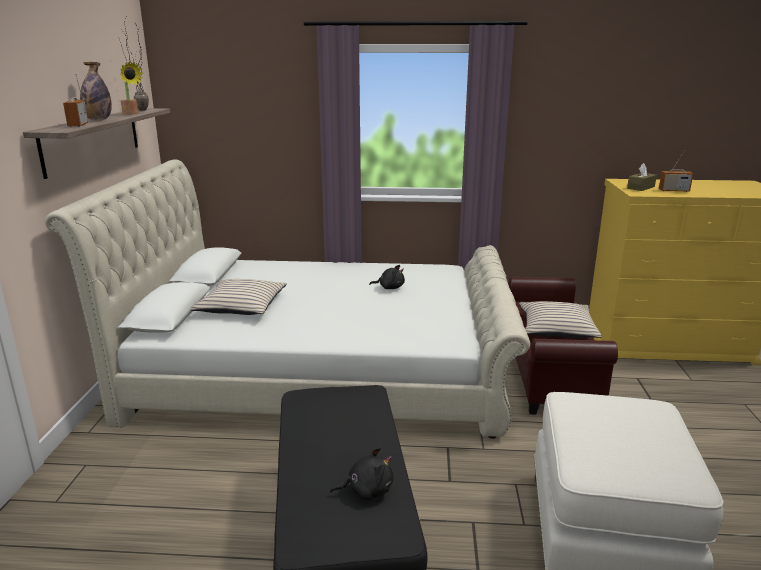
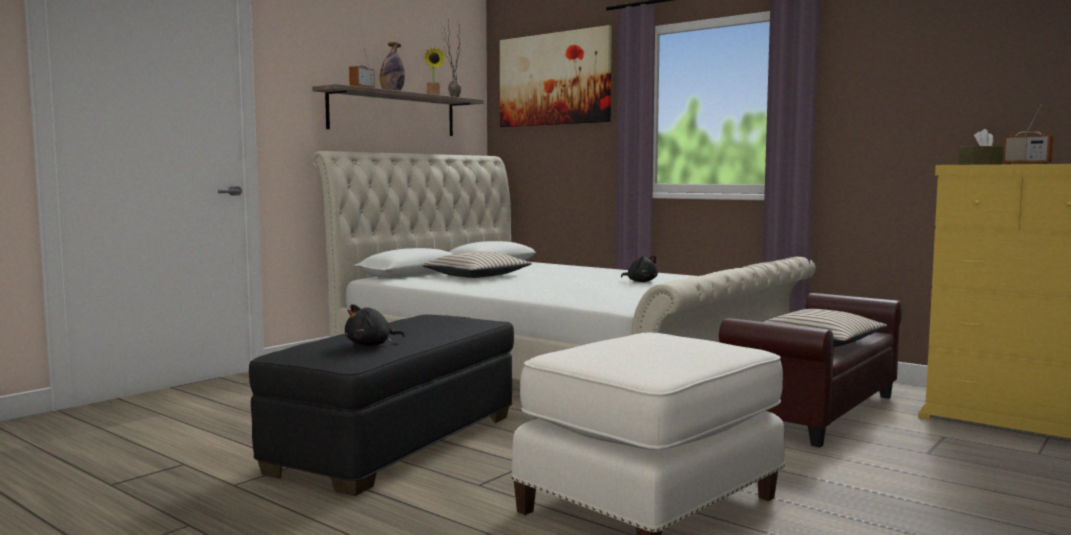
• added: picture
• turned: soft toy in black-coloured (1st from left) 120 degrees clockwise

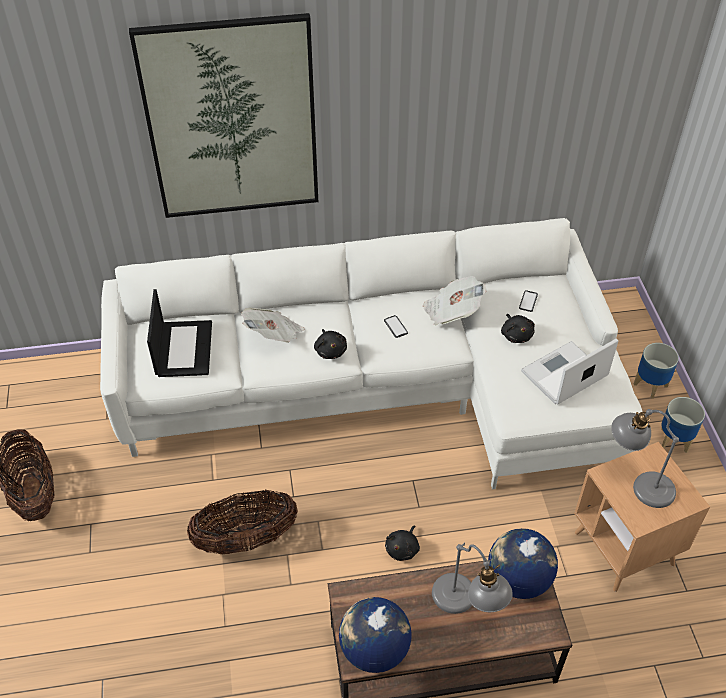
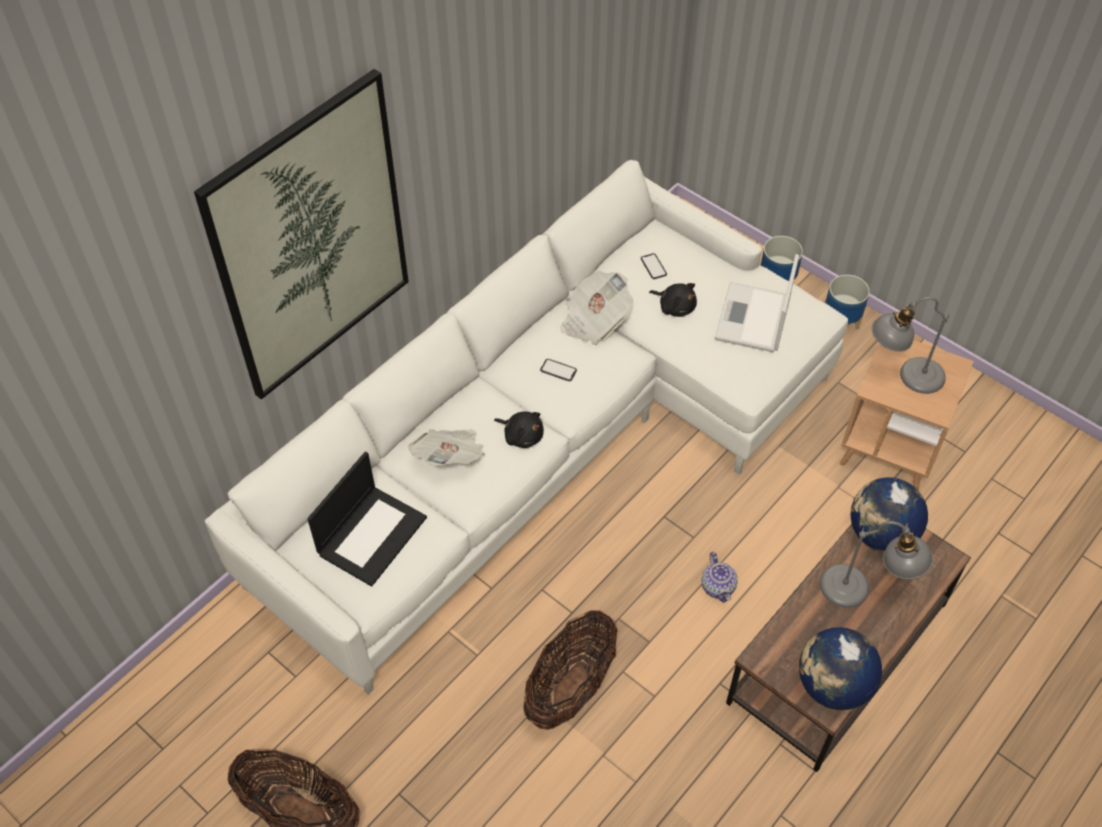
• replaced: soft toy in black-coloured (2nd from left) to tea pot
• turned: portable computer (1st from left) 75 degrees clockwise

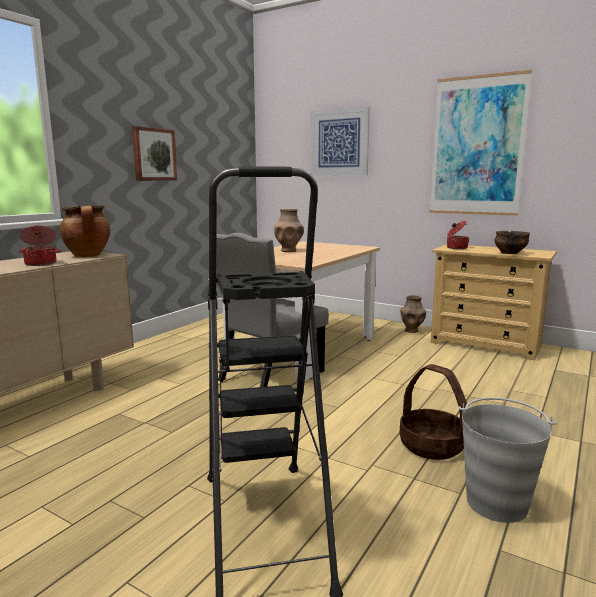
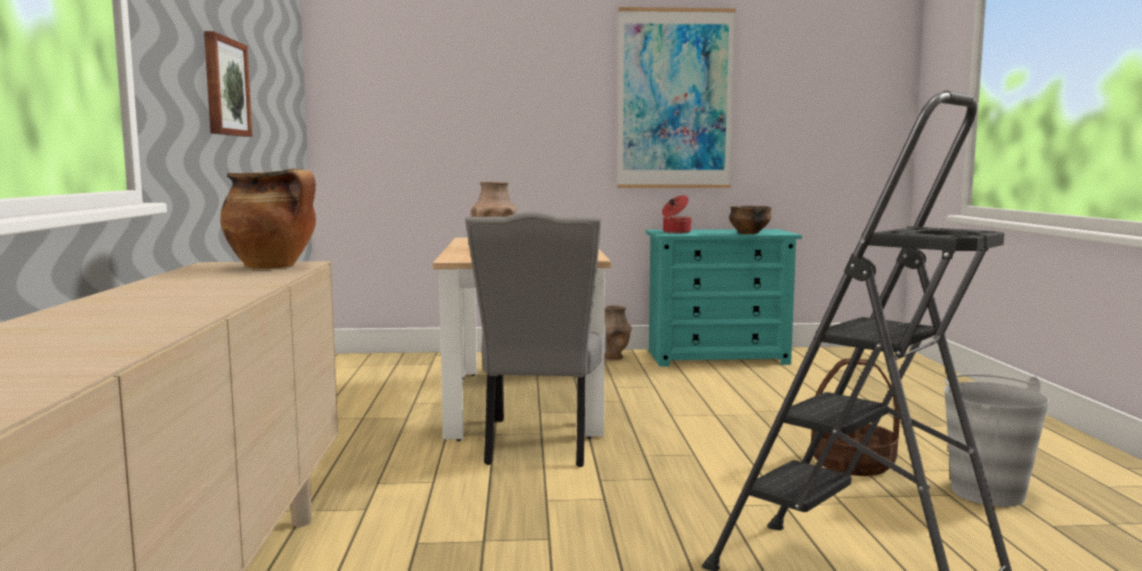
• removed: stockpot (1st from left)
• removed: picture (2nd from left)
• recoloured: drawer chest in sand-coloured to drawer chest in turquoise

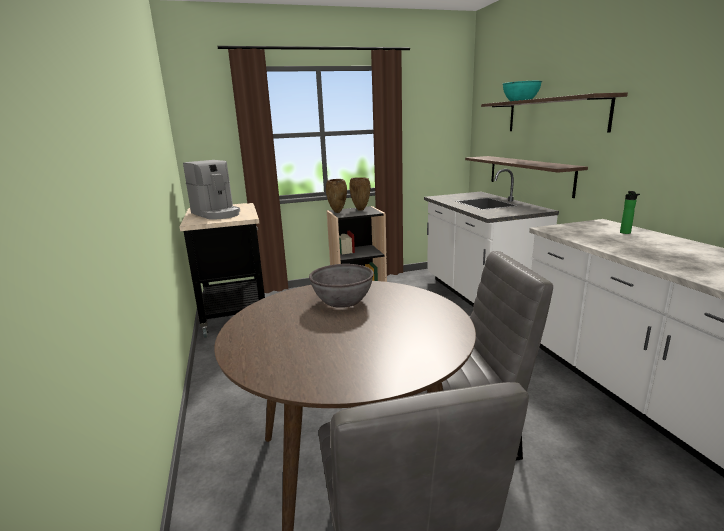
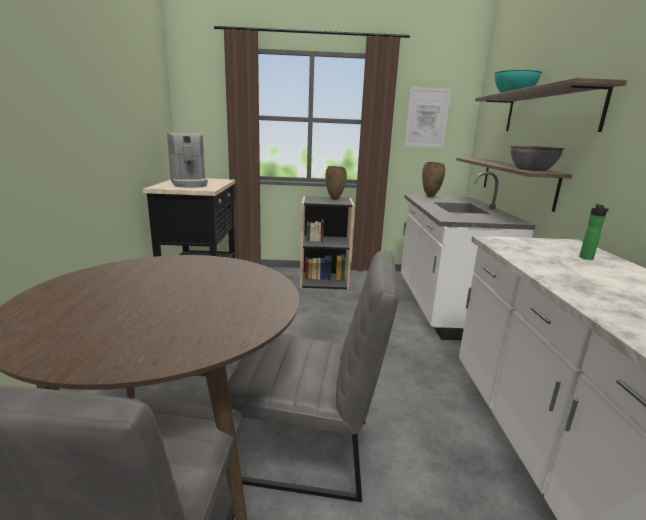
• added: picture
• moved: deep dish in grey
• moved: decorative vase in brown (1st from left in the first image) to decorative vase in brown (2nd from left)

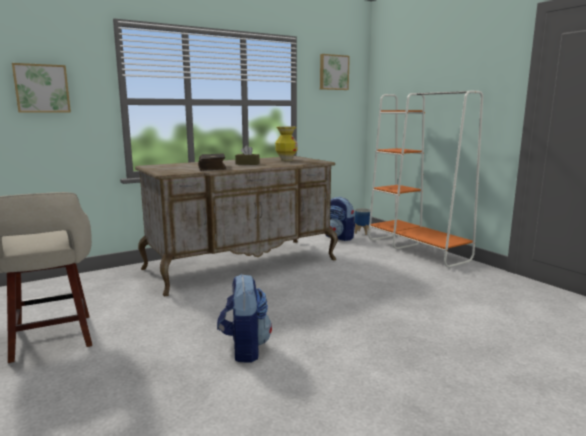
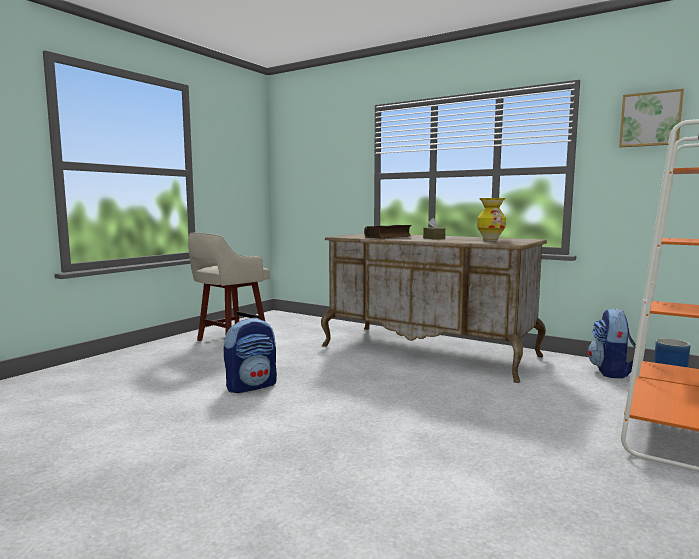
• removed: picture (1st from left)

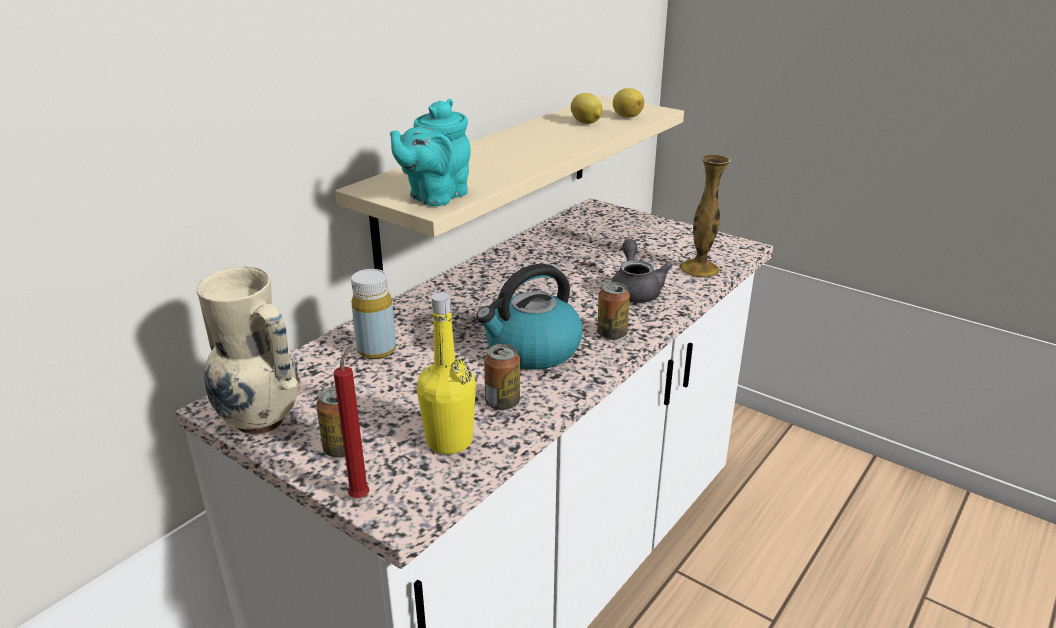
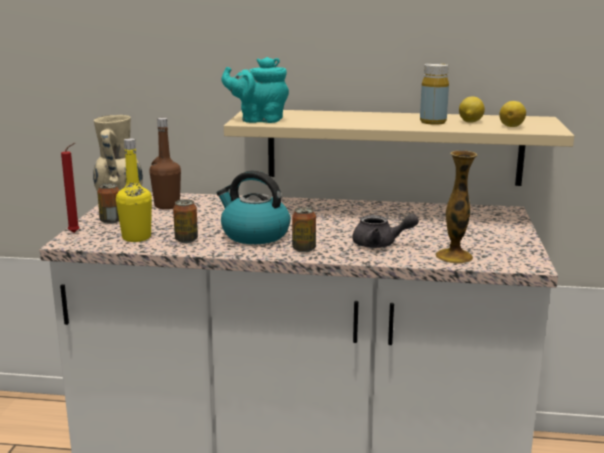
• added: drink bottle in brown
• moved: drink bottle in yellowish (1st from left in the first image) to drink bottle in yellowish (2nd from left)
• turned: tea pot in grey 45 degrees clockwise

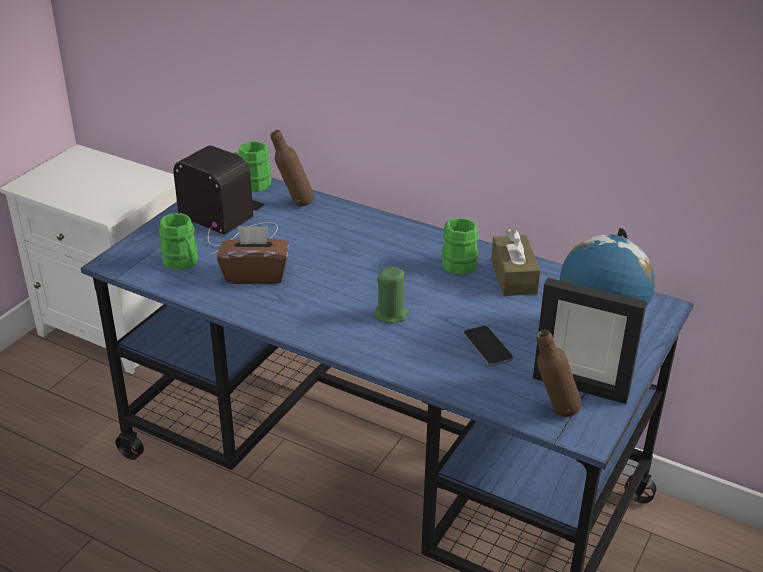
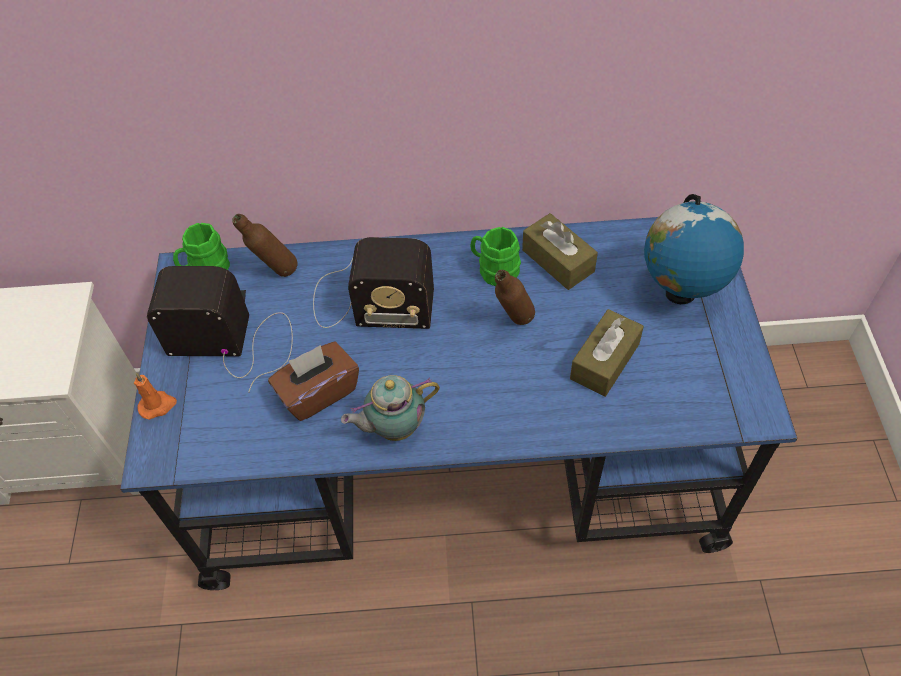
• removed: tea mug in green-coloured (1st from left)
• removed: wax candle in green-coloured
• removed: photo frame
• added: wax candle in orange-coloured
• added: radio set (2nd from left)
• added: tea pot
• moved: drink bottle in brown (2nd from left)
• replaced: telephone to tissue box in brown (3rd from left)

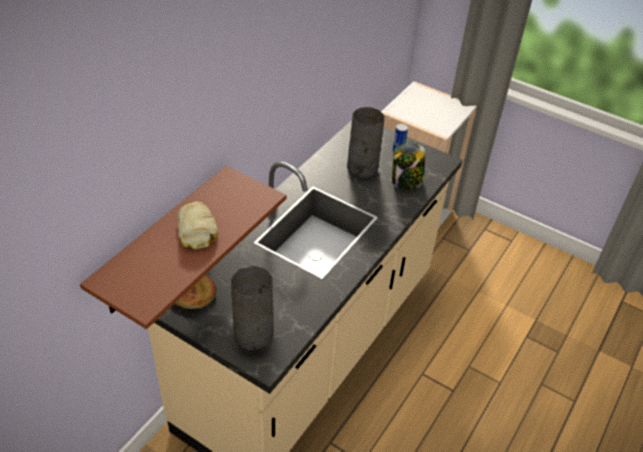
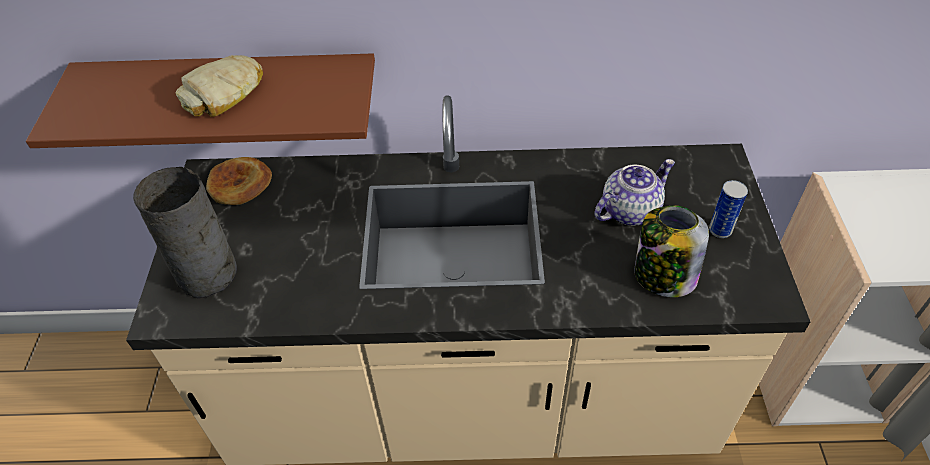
• replaced: decorative vase in grey (2nd from left) to tea pot

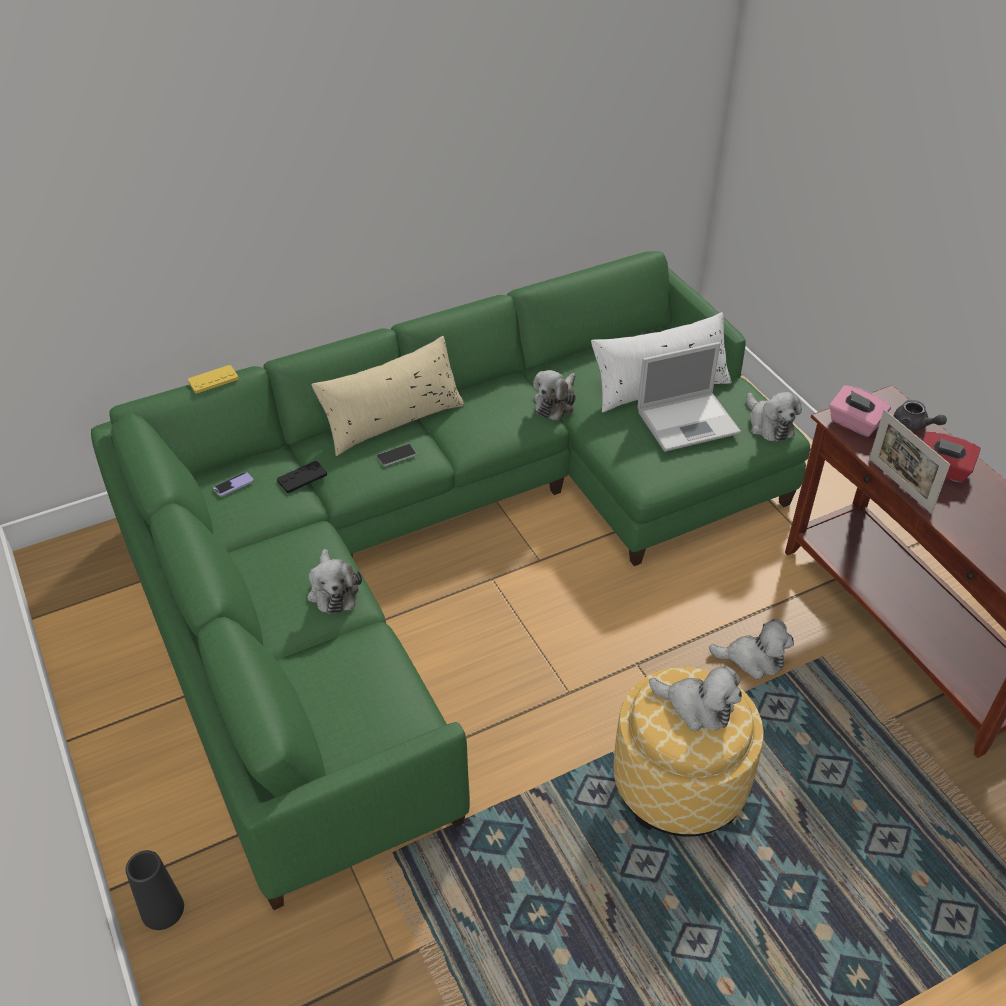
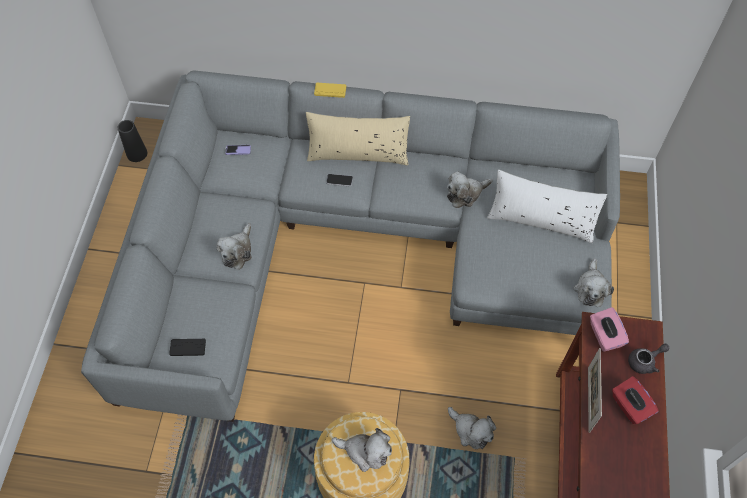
• removed: portable computer
• moved: decorative vase in black-coloured
• moved: joypad in yellowish
• moved: joypad in black-coloured
• recoloured: sofa in green-coloured to sofa in grey
• turned: soft toy (3rd from left in the first image) 45 degrees counterclockwise
• turned: tea pot in grey 105 degrees counterclockwise

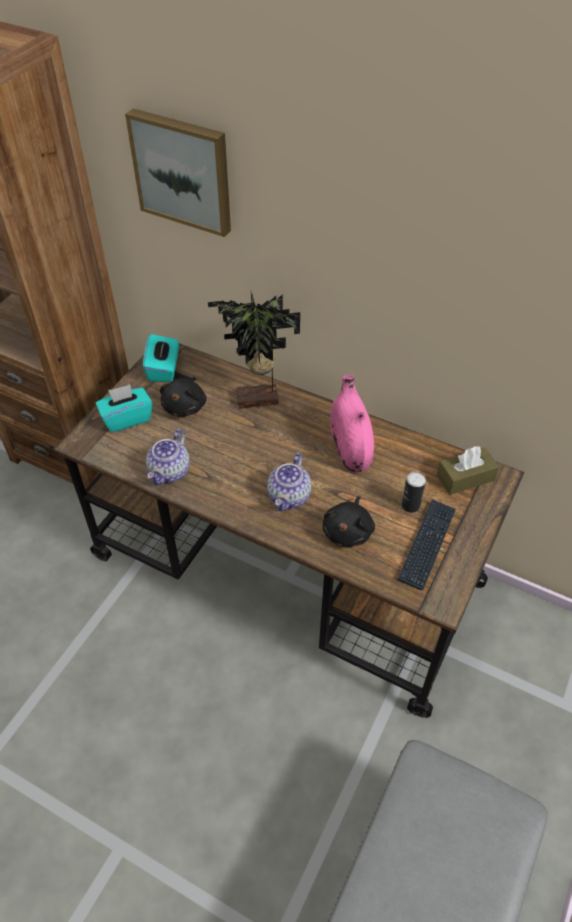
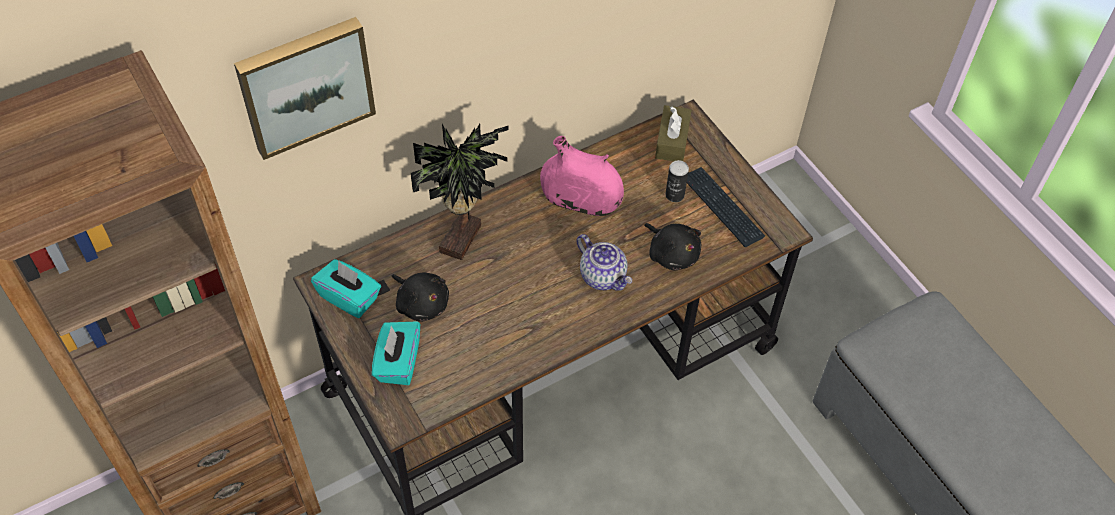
• removed: tea pot (1st from left)

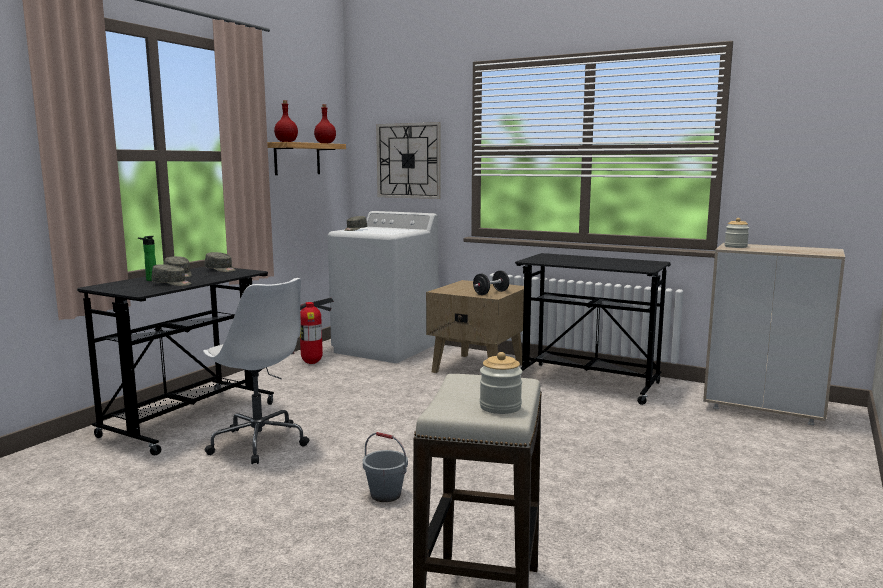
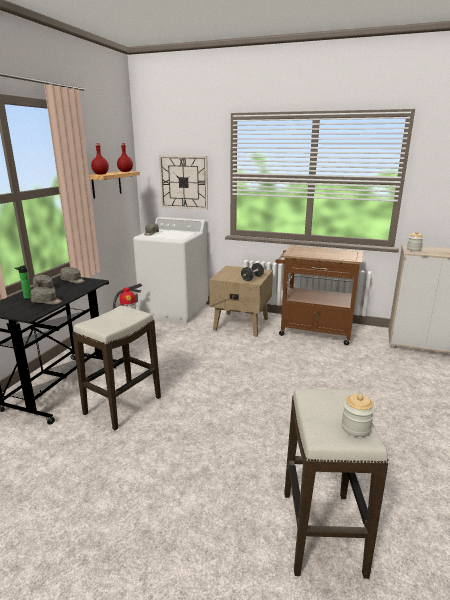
• removed: bucket in grey
• replaced: office chair in whitish to stool seat (1st from left)
• replaced: desk unit in black-coloured (2nd from left) to trolley in brown

